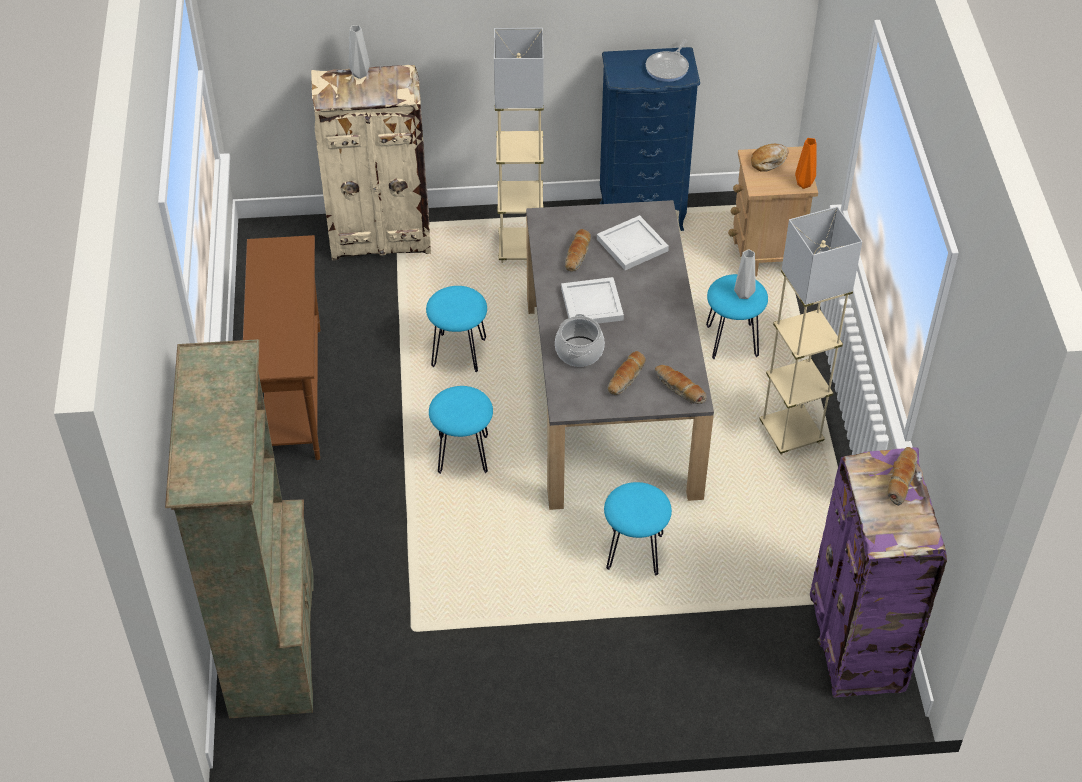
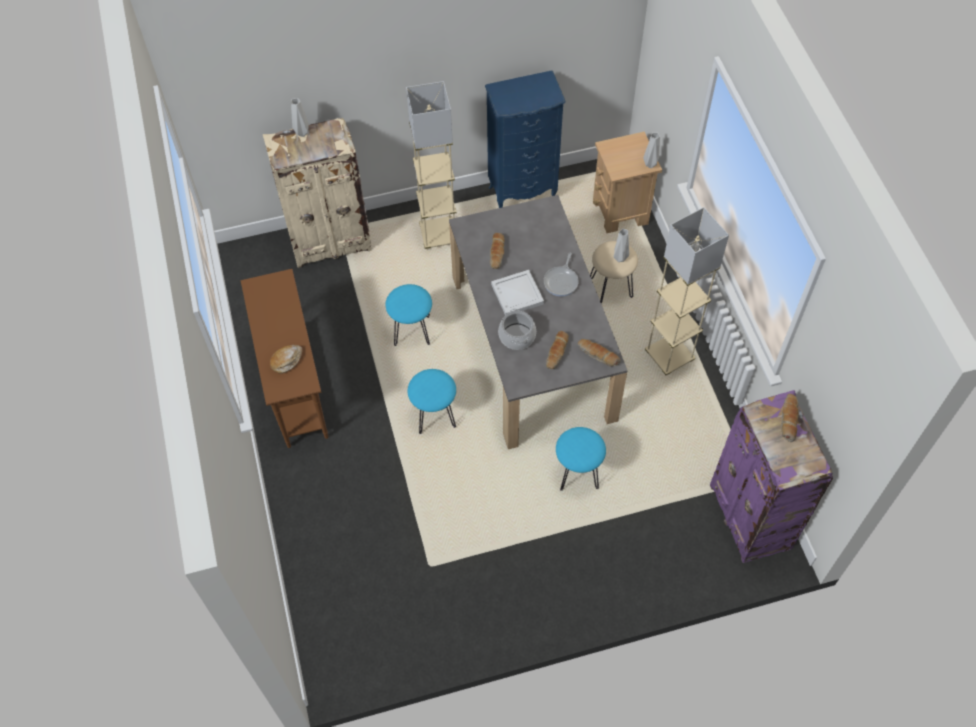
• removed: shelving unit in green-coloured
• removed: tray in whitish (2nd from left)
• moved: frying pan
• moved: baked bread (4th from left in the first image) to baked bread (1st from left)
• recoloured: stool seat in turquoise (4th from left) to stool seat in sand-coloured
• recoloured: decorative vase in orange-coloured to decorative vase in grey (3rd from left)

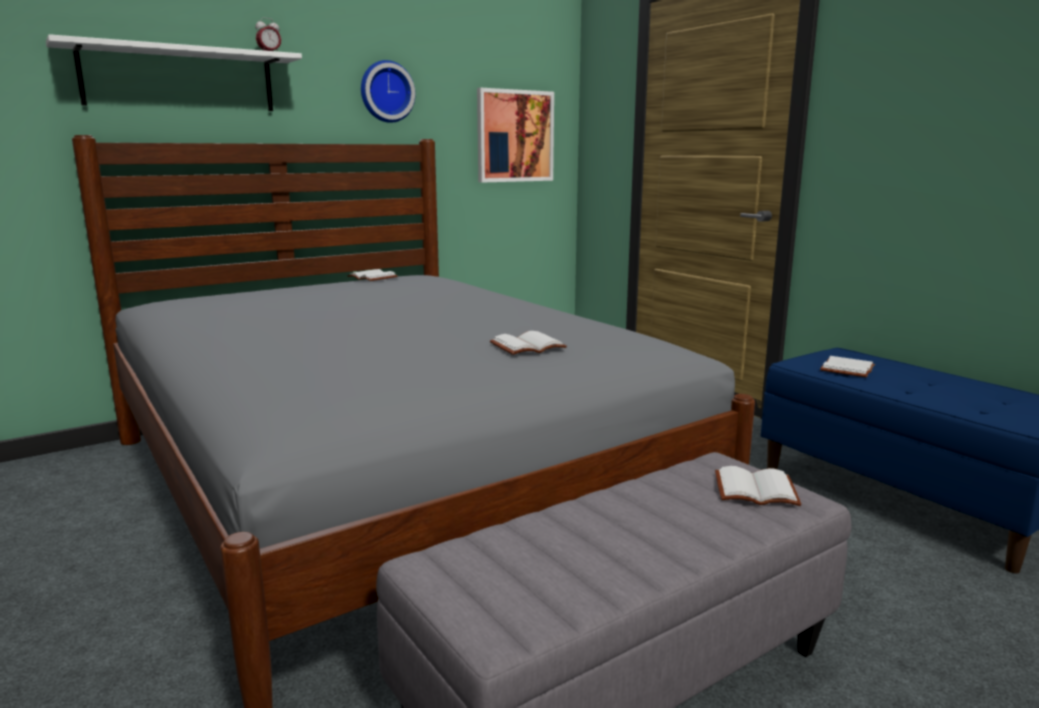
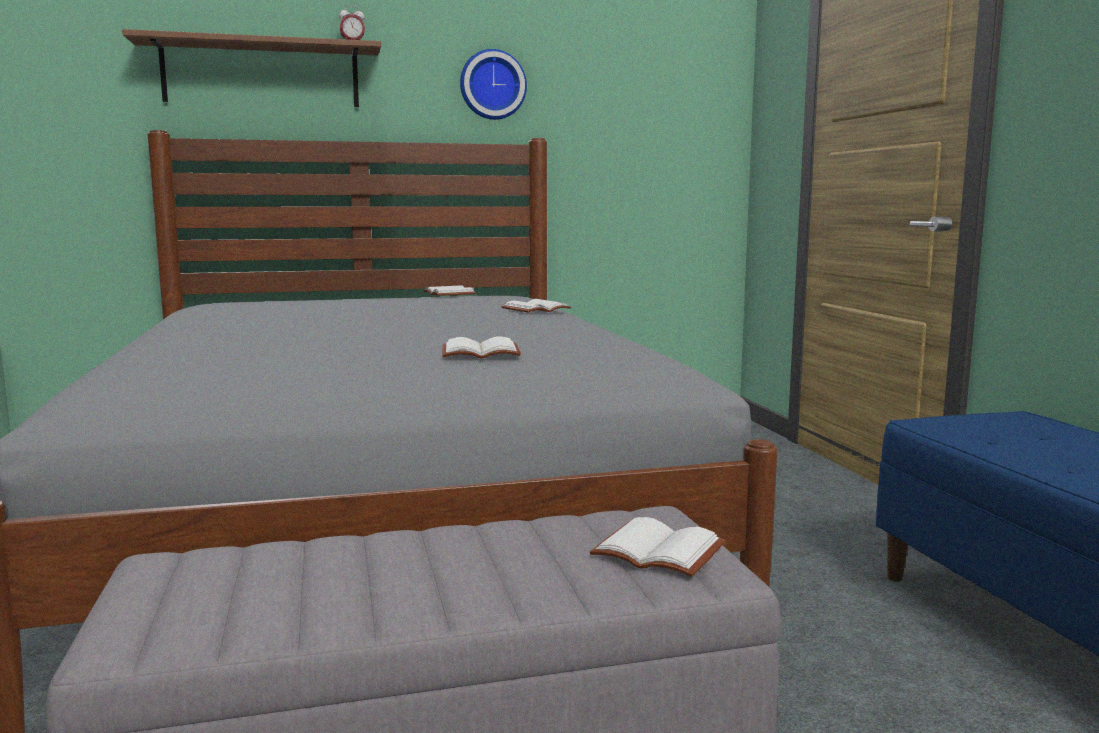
• removed: picture
• moved: bound book in whitish (4th from left in the first image) to bound book in whitish (3rd from left)
• recoloured: wall shelf in whitish to wall shelf in brown

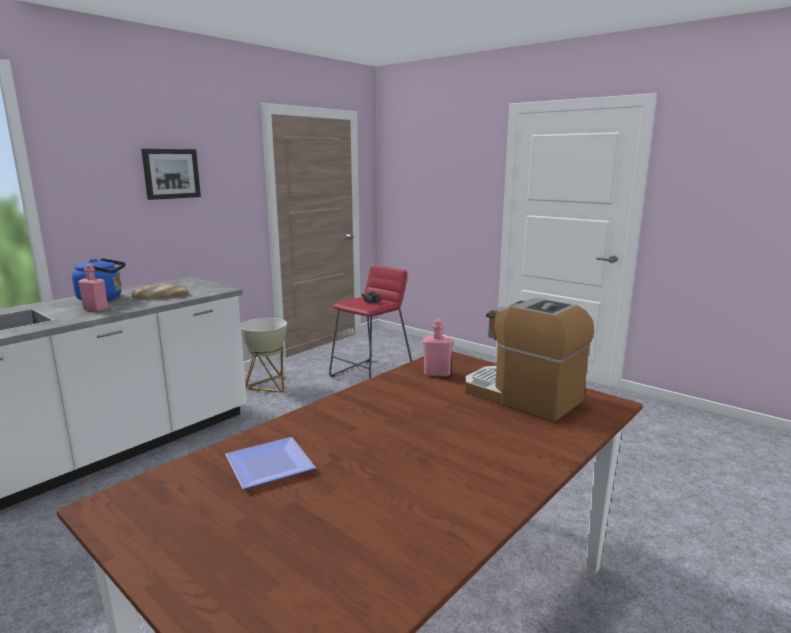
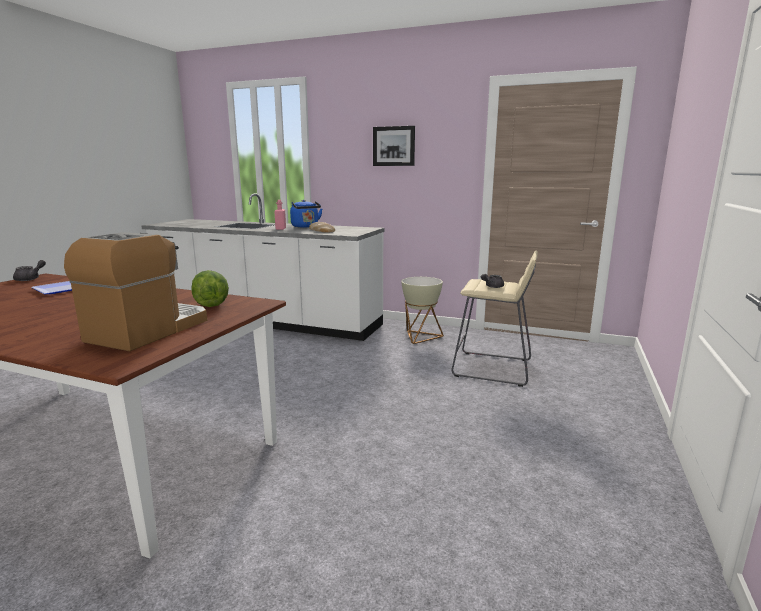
• added: tea pot in grey (1st from left)
• replaced: drink bottle in pink (2nd from left) to head of lettuce
• recoloured: stool seat in red to stool seat in sand-coloured

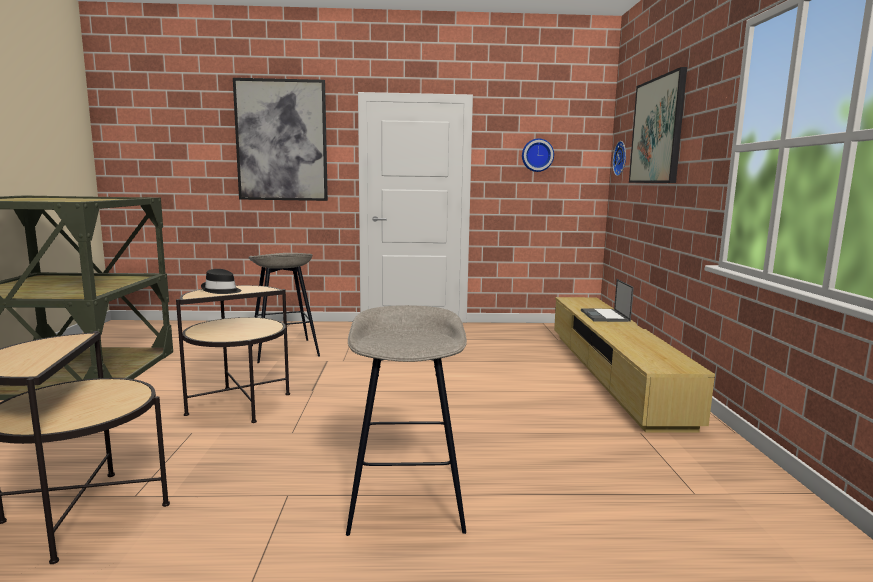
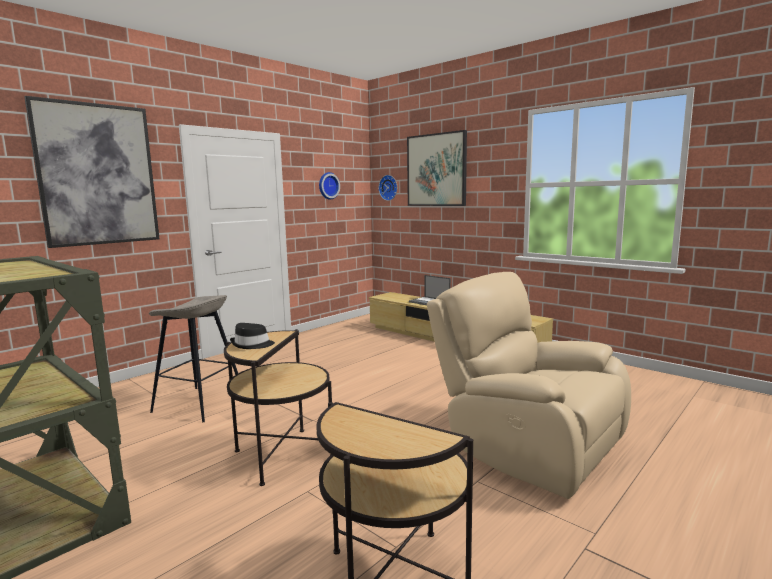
• replaced: stool seat in grey (2nd from left) to lounge chair in sand-coloured

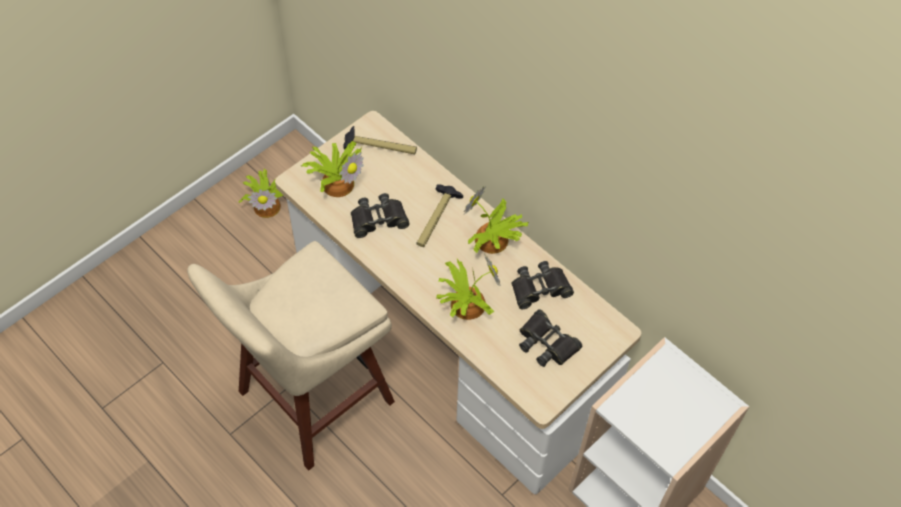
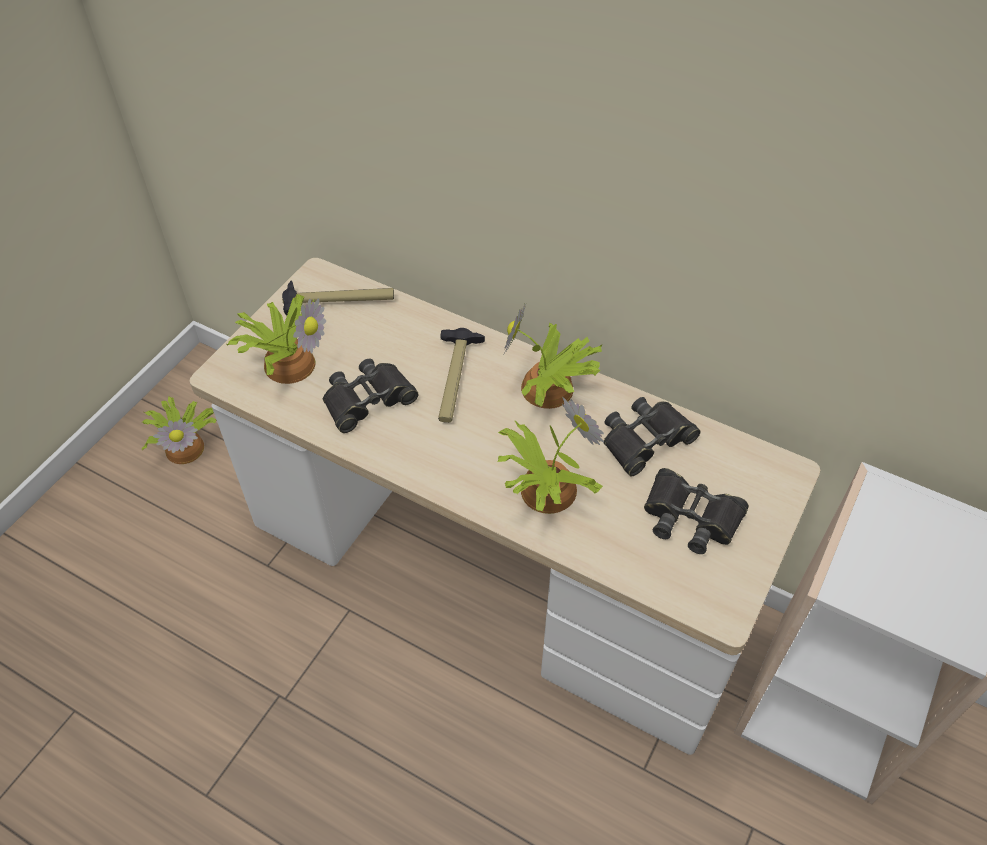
• removed: stool seat in sand-coloured

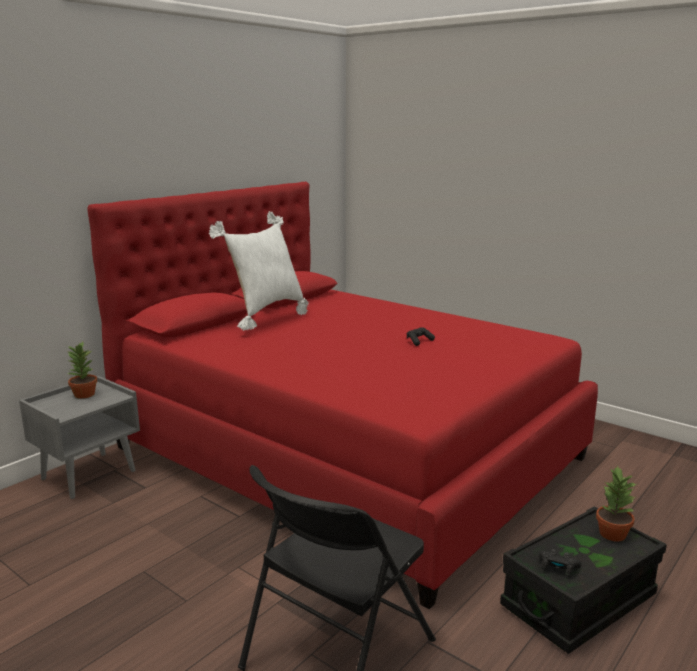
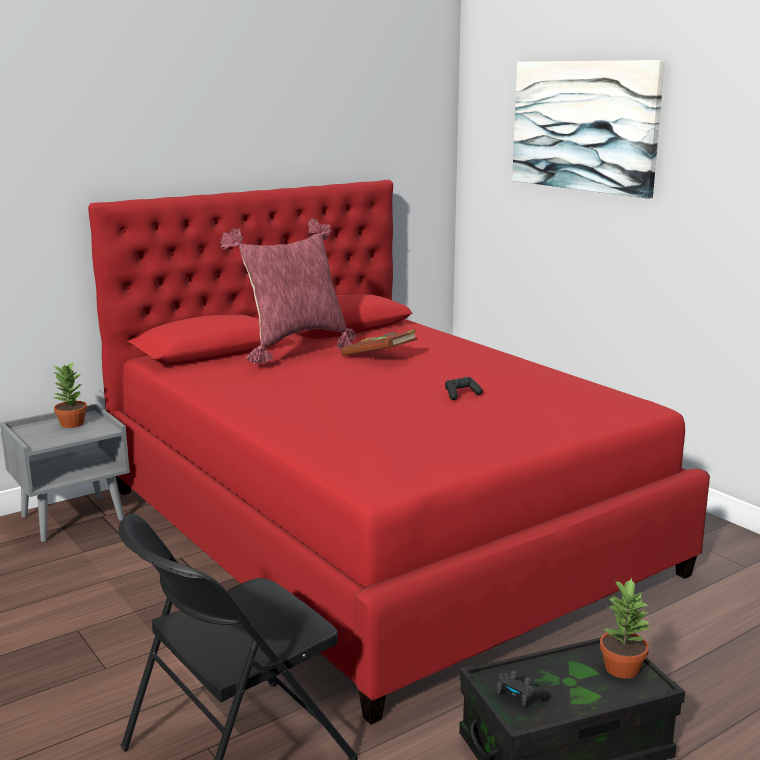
• added: bound book in brown
• added: picture
• recoloured: throw pillow in whitish to throw pillow in red

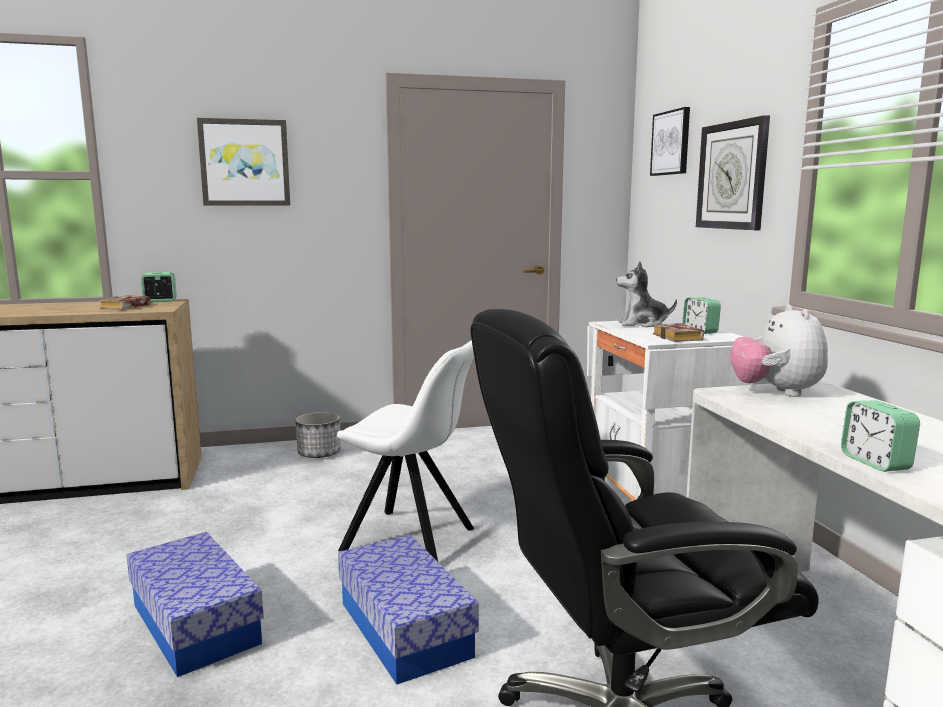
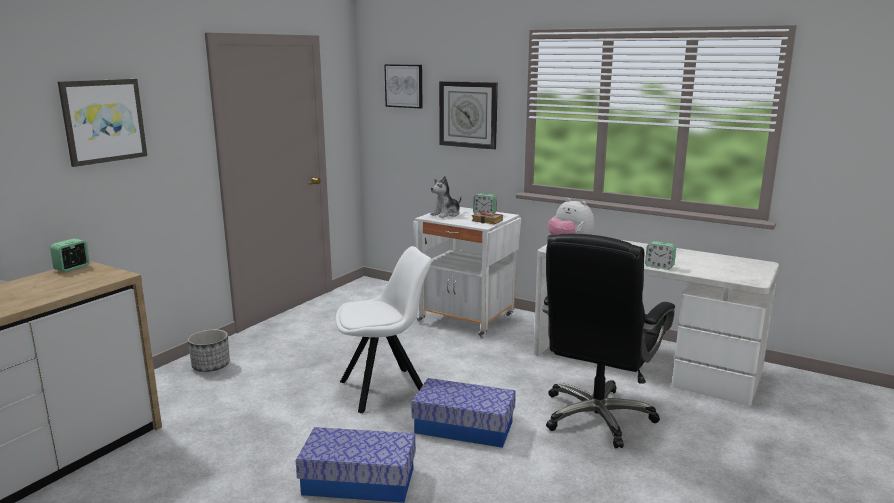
• removed: bound book (1st from left)

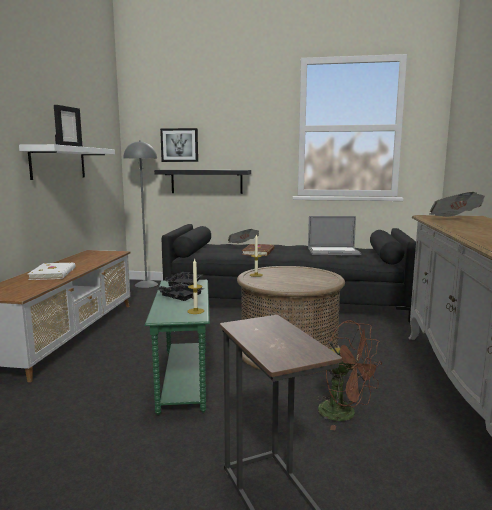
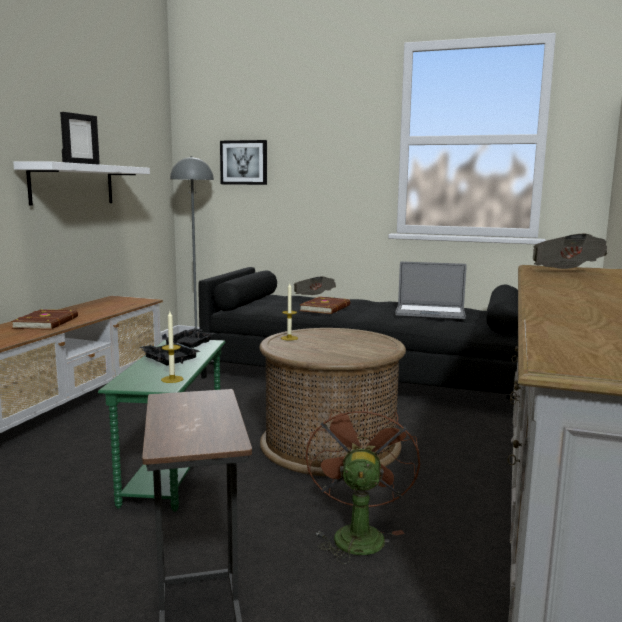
• removed: wall shelf in black-coloured
• recoloured: bound book in whitish to bound book in brown (1st from left)
• turned: electric fan in brown 135 degrees counterclockwise

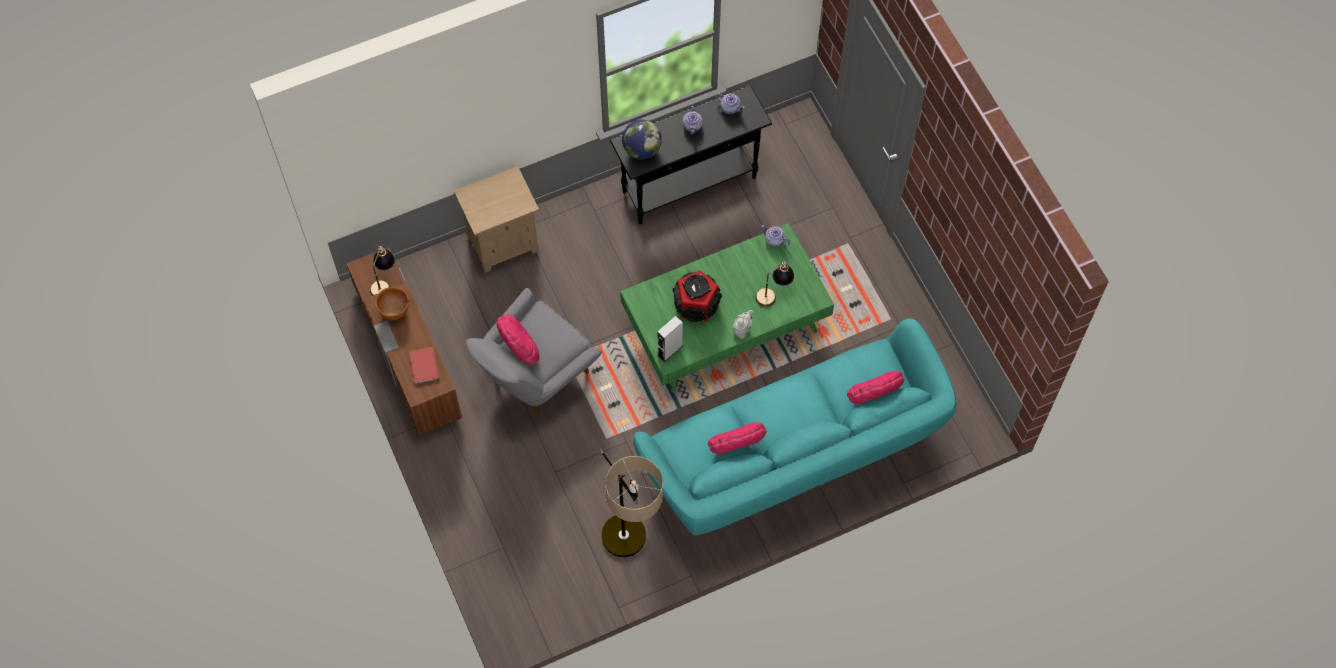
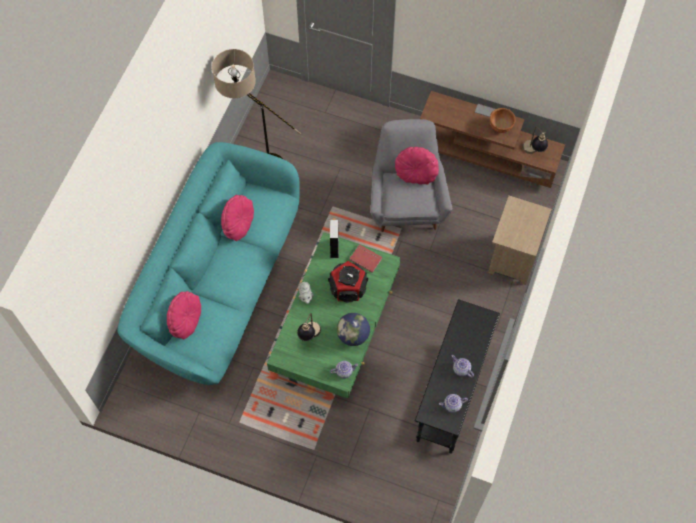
• moved: bound book in red
• moved: world globe

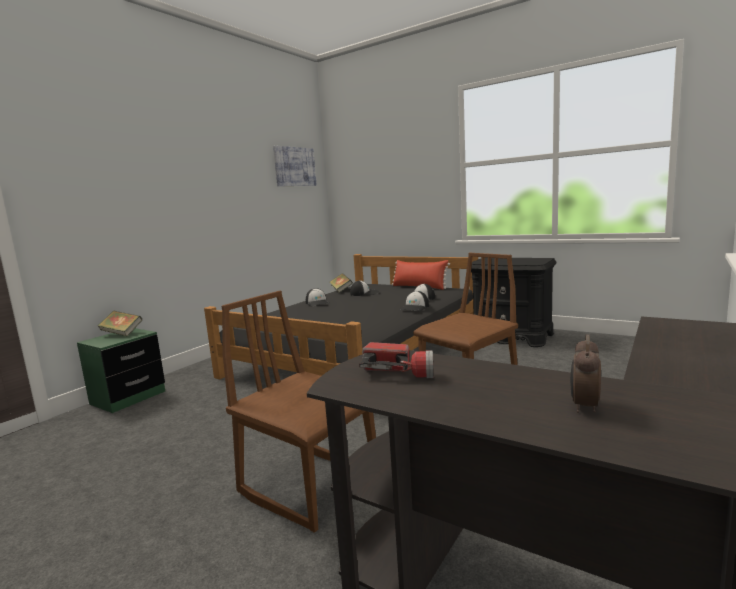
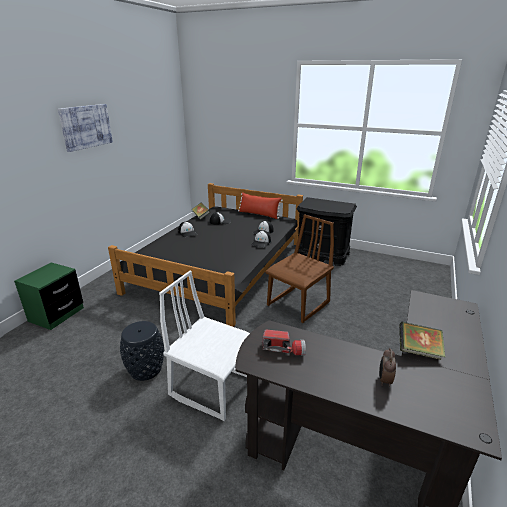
• added: stool seat in black-coloured
• moved: bound book (1st from left in the first image) to bound book (2nd from left)
• moved: picture
• recoloured: chair in brown (1st from left) to chair in whitish

